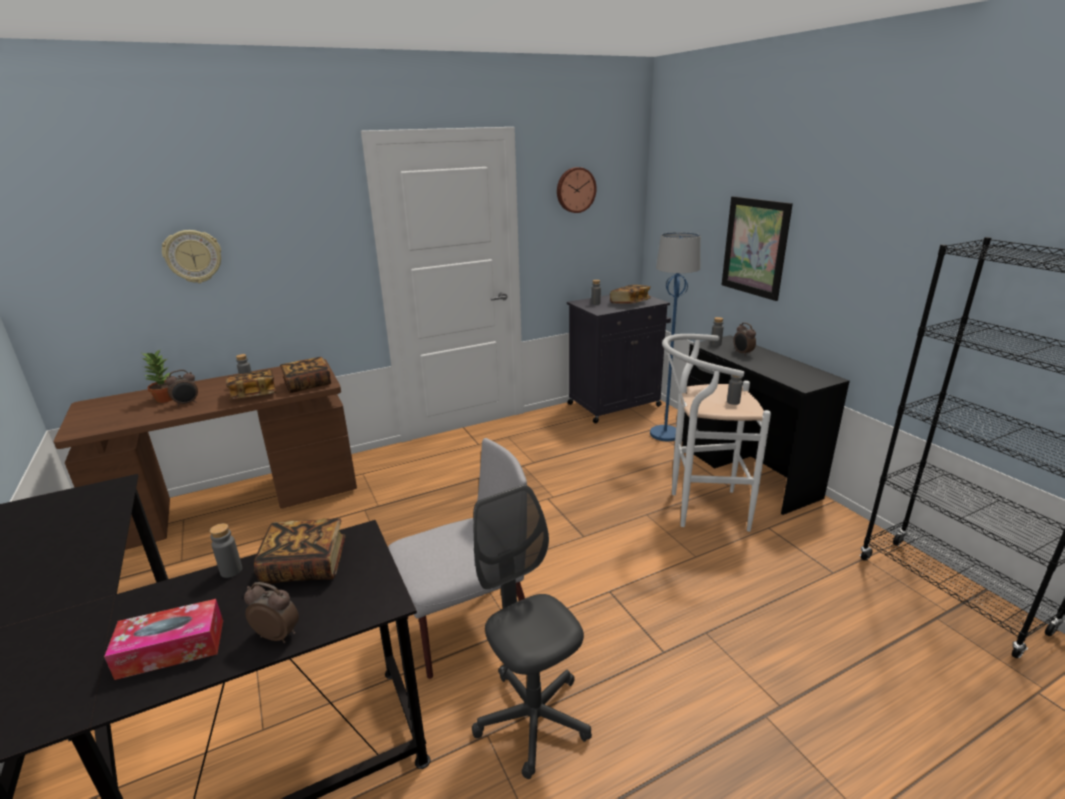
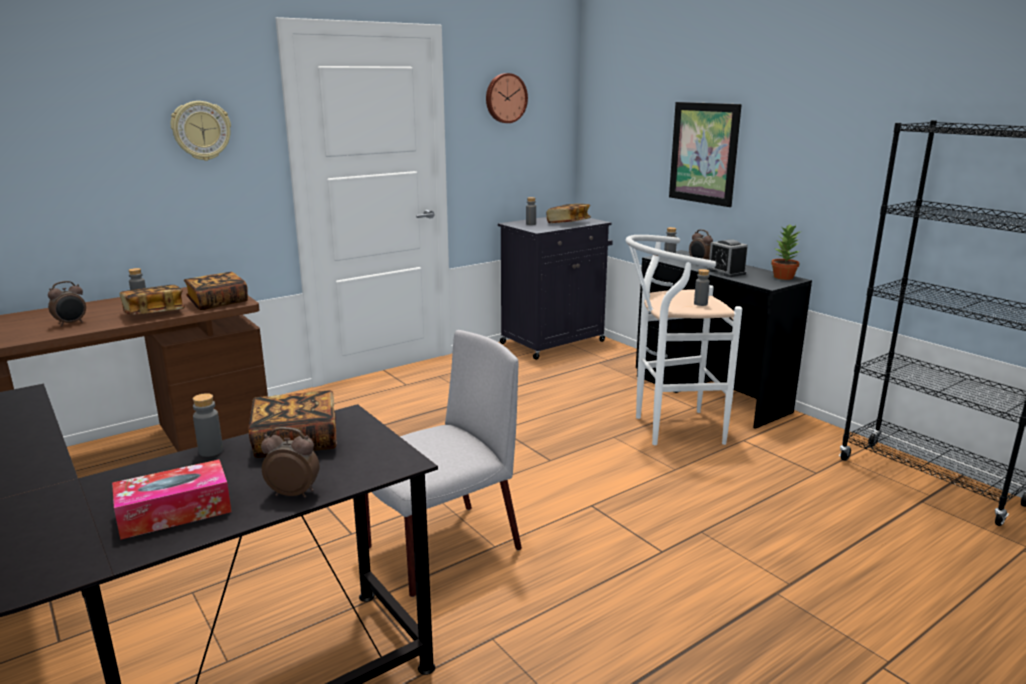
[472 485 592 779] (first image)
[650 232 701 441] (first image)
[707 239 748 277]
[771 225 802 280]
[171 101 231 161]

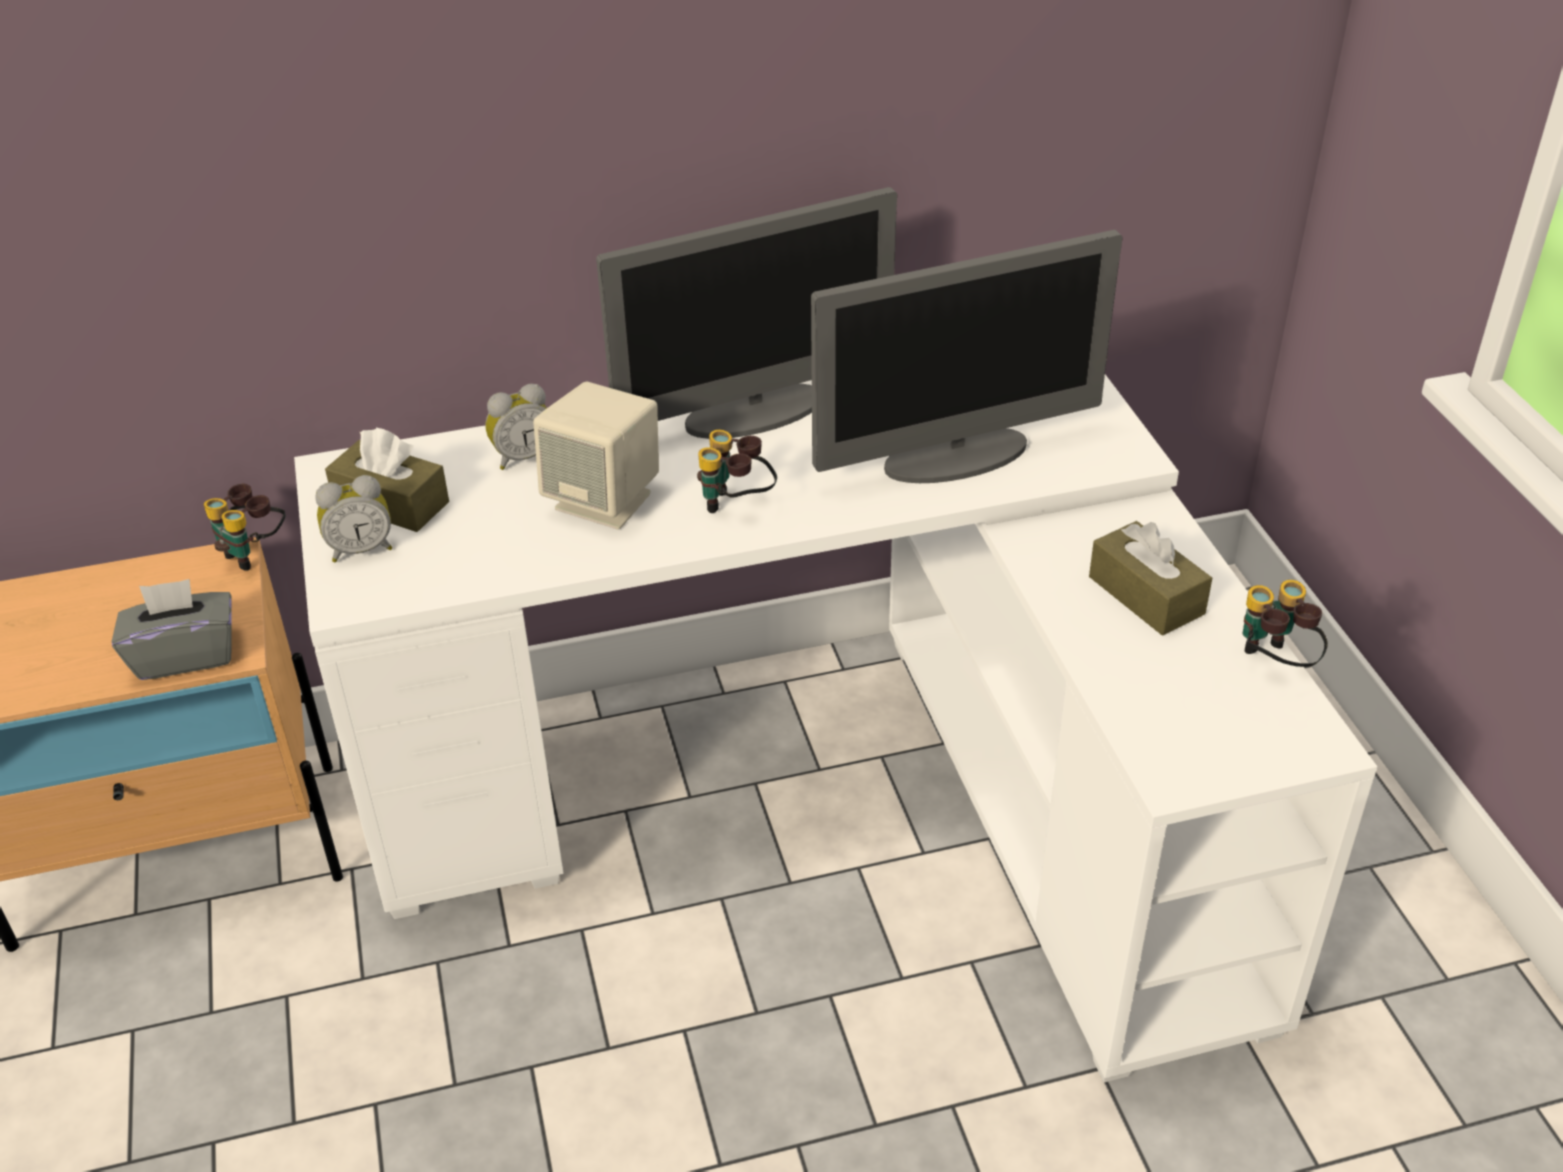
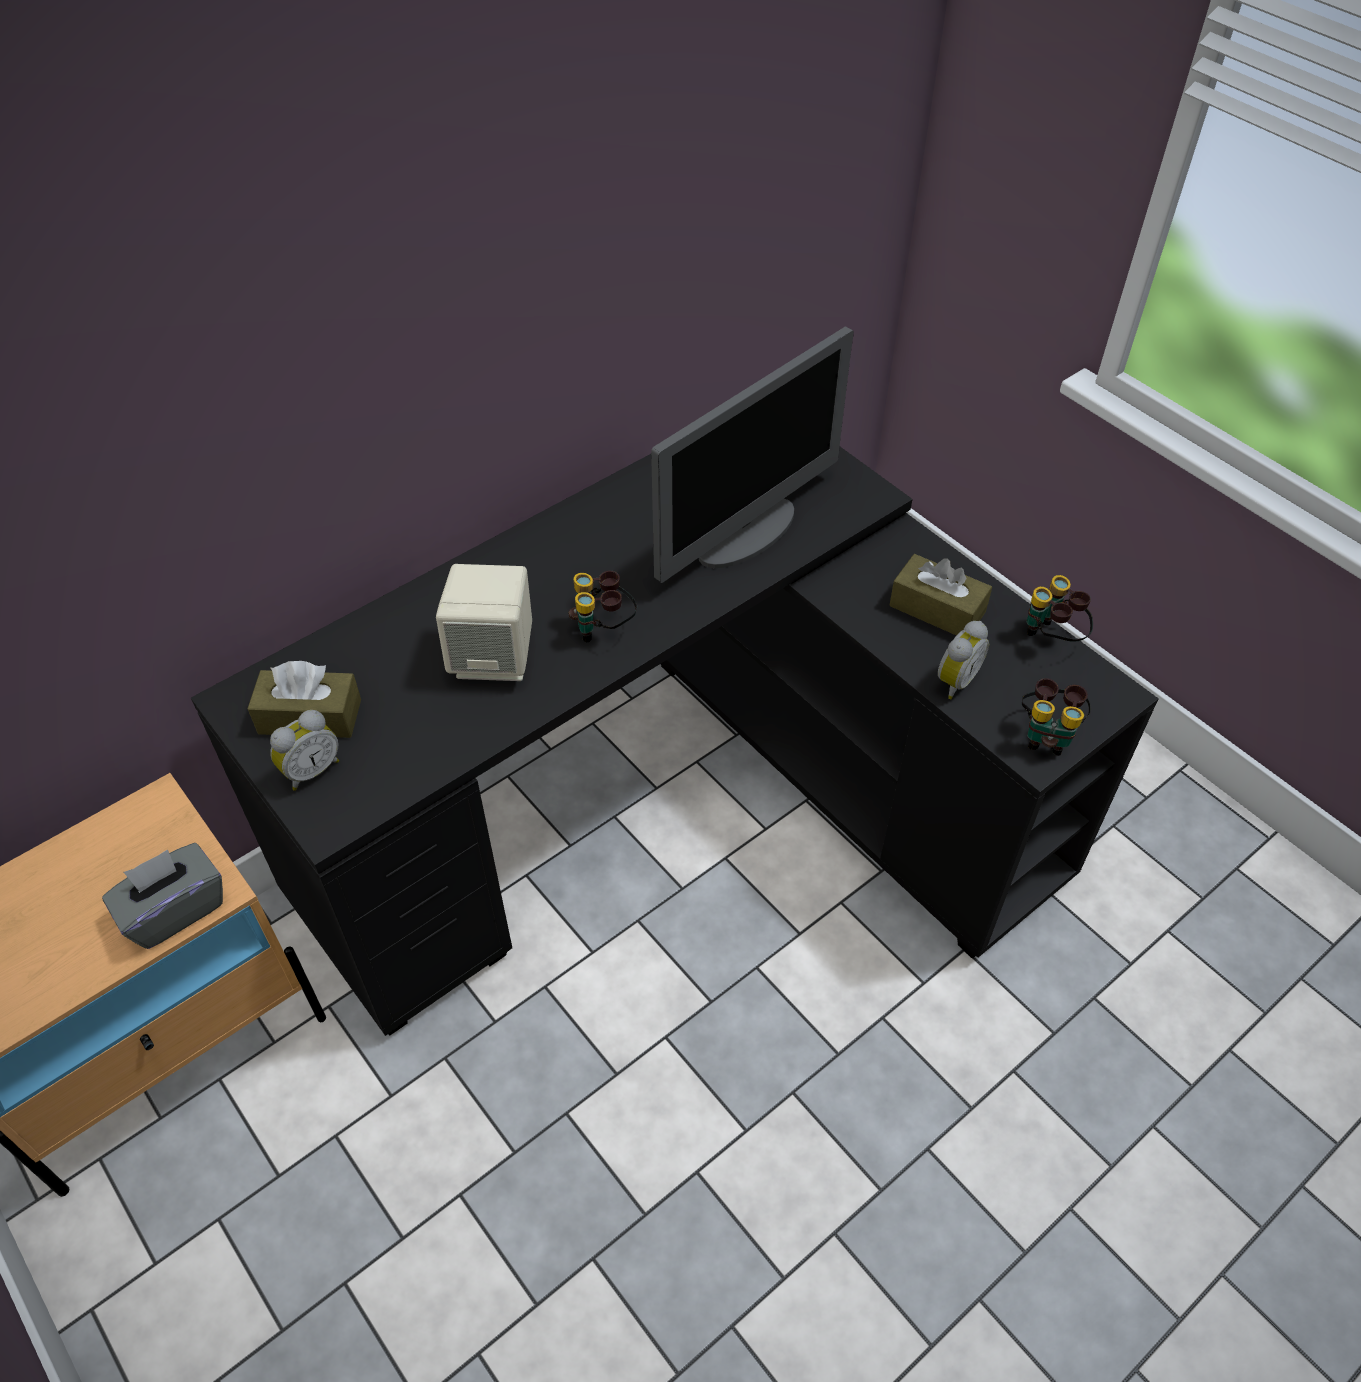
[596 187 897 439] (first image)
[1022 678 1091 756]
[938 621 989 699]
[191 447 1158 1036]

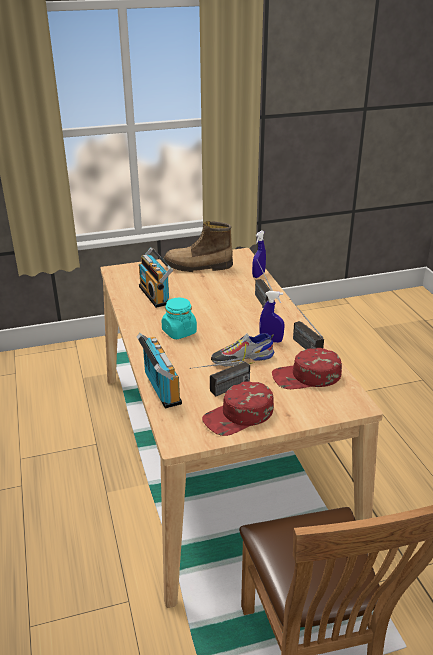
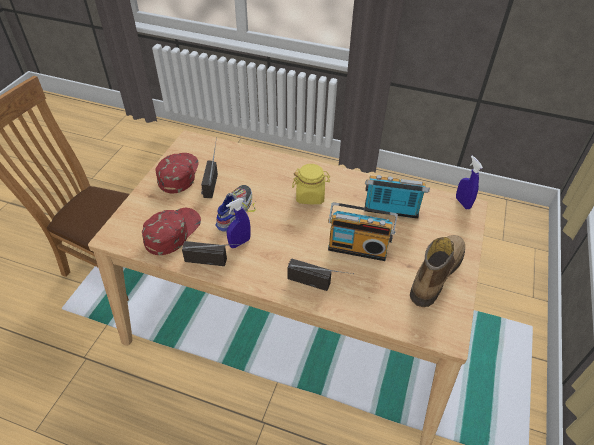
[328 202 398 261]
[456 155 483 209]
[292 164 330 204]

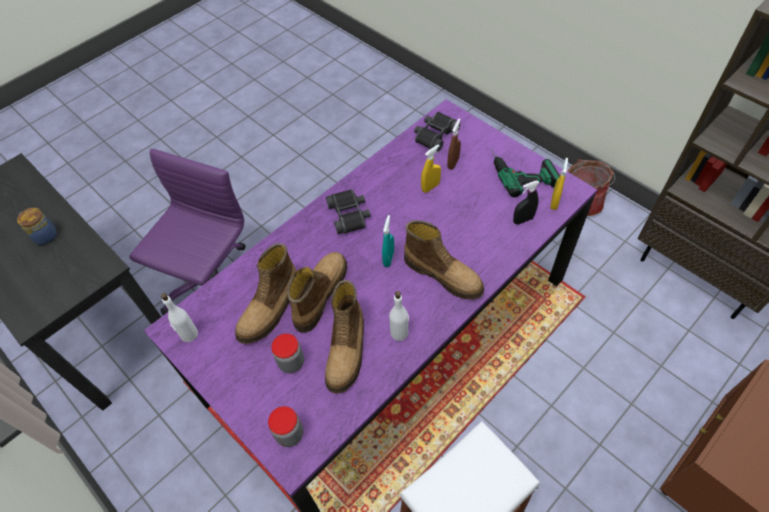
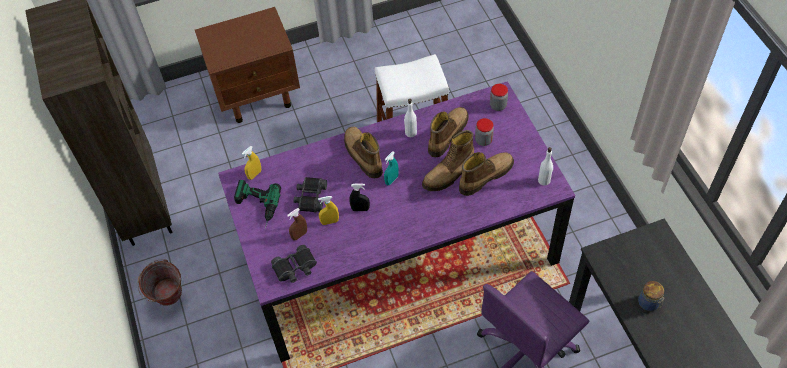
[294 177 327 213]
[349 184 370 211]

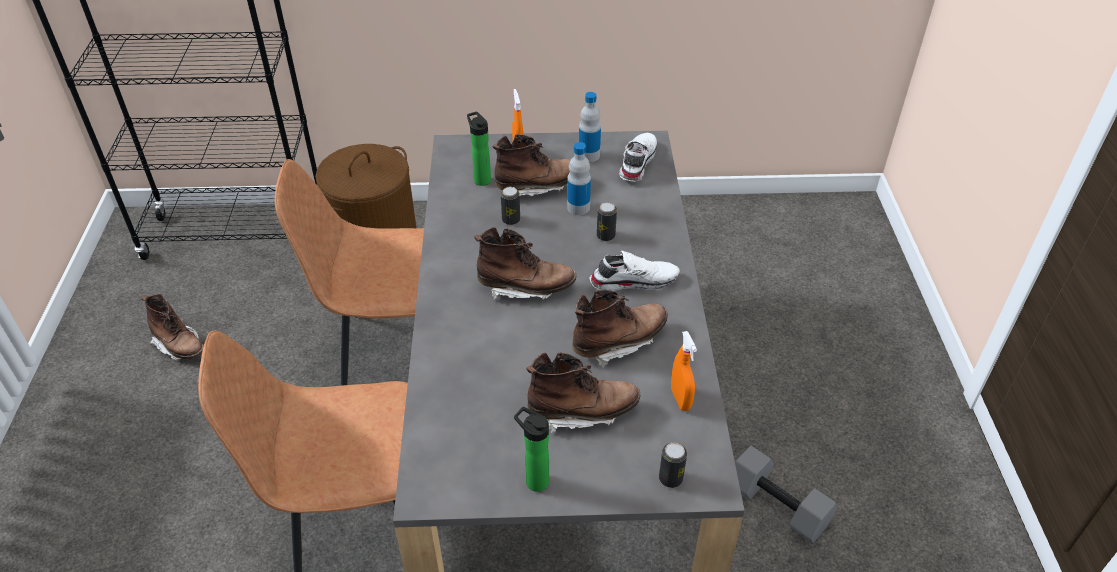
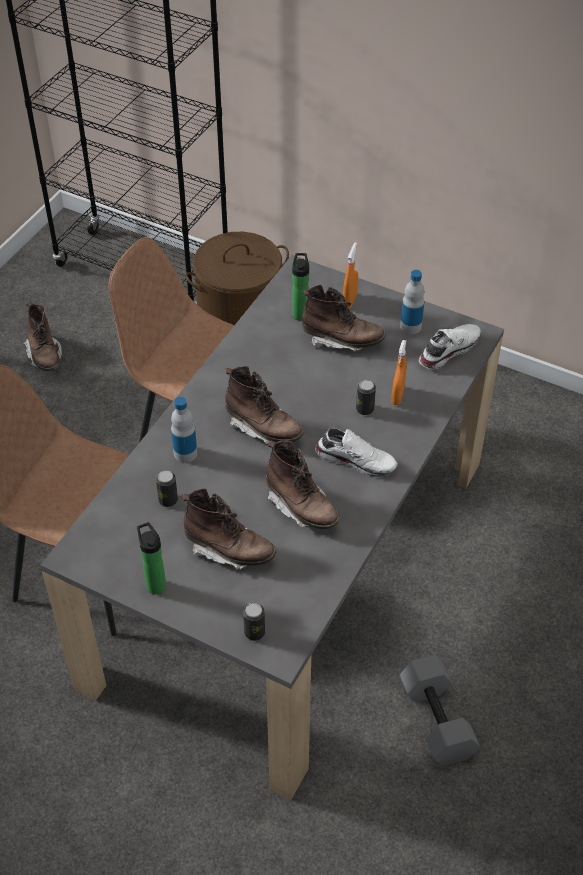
[156 470 178 507]
[171 397 197 463]
[391 340 407 405]
[266 440 340 529]

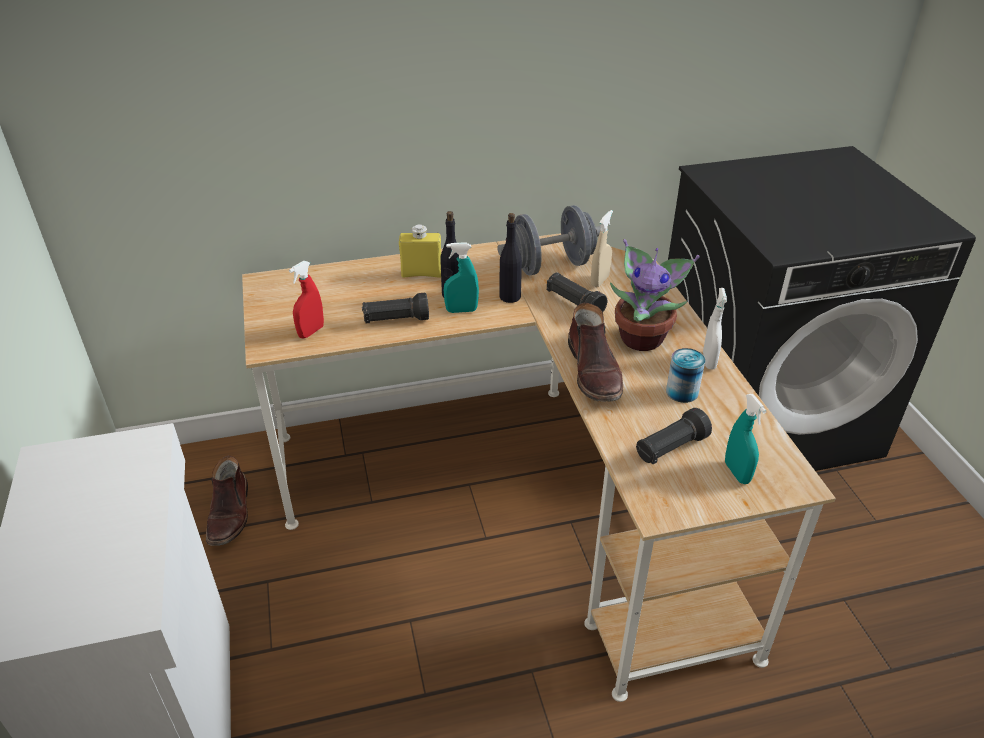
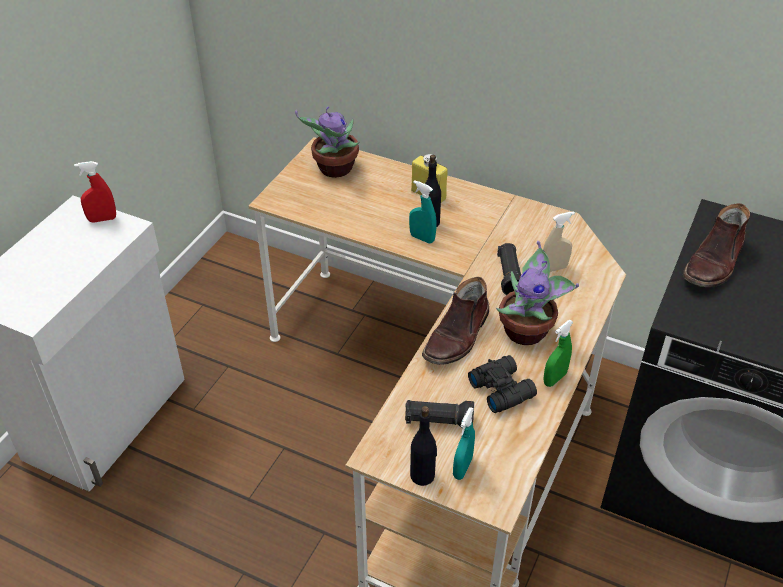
[362 293 429 324] (first image)
[497 205 601 275] (first image)
[295 107 360 178]
[683 203 750 287]
[74 161 116 223]
[410 406 437 486]
[468 355 537 413]
[543 320 573 387]

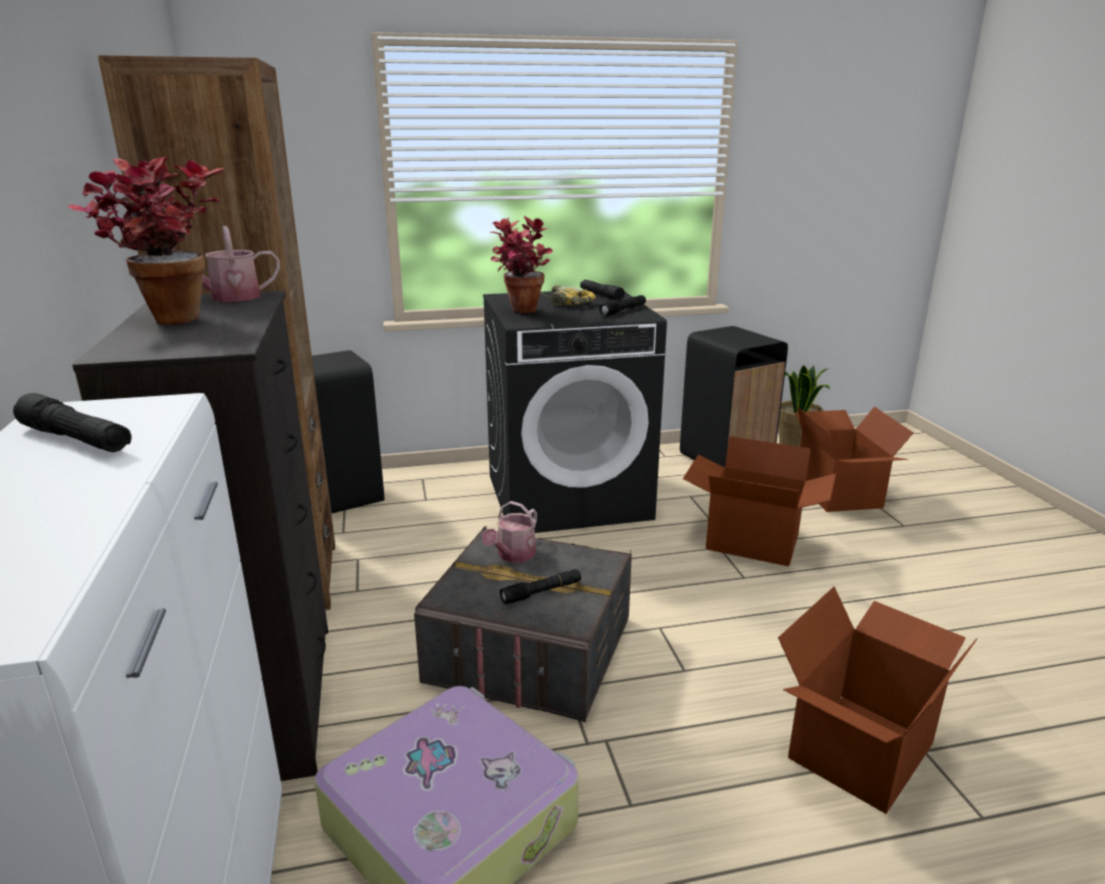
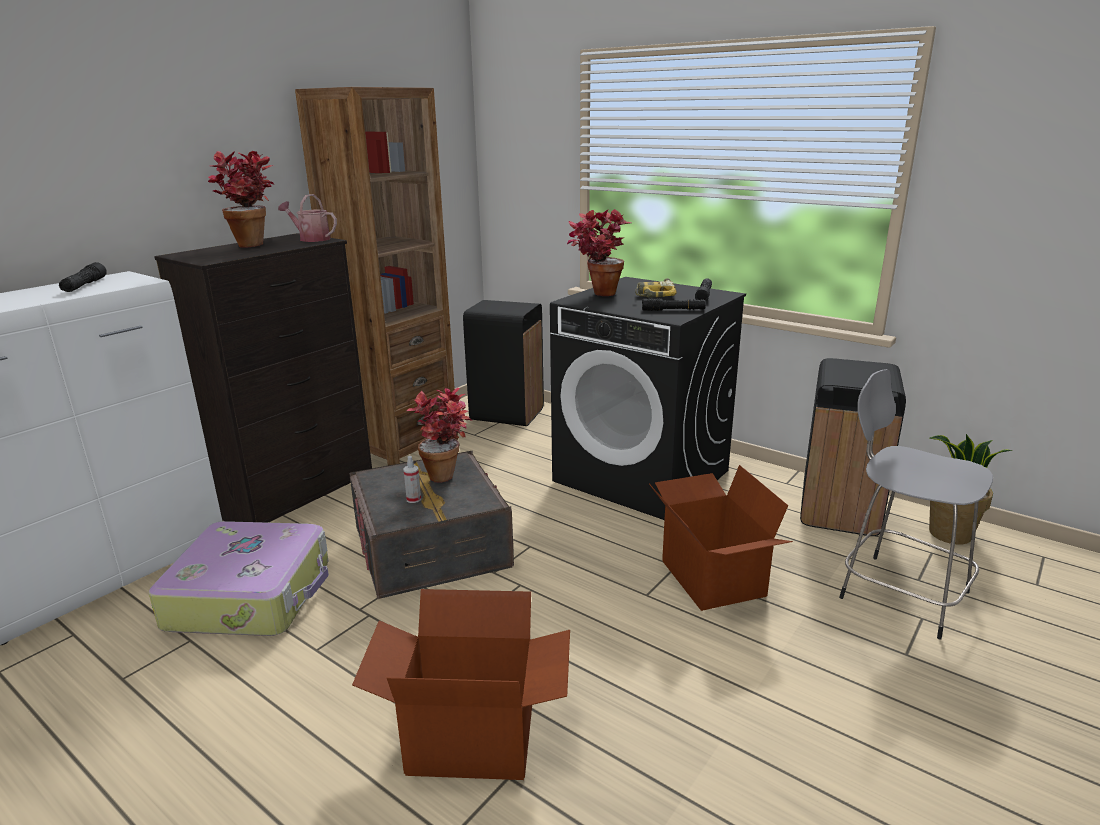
[407 388 472 482]
[403 456 421 503]
[839 369 993 640]

